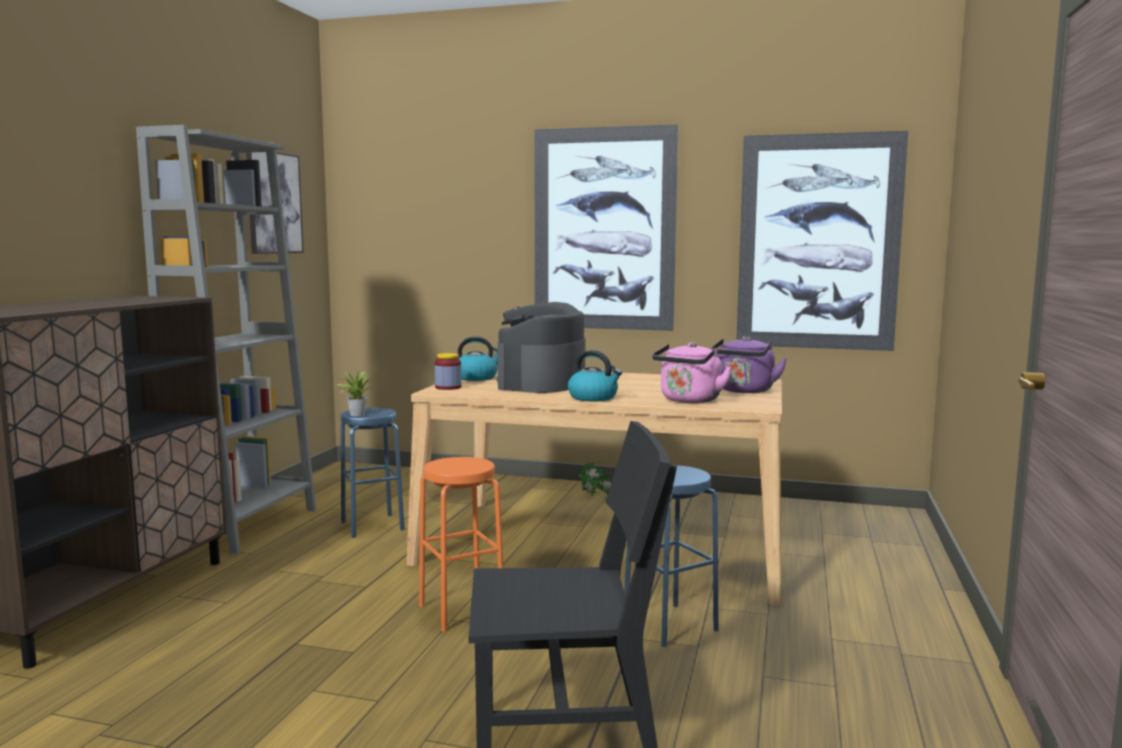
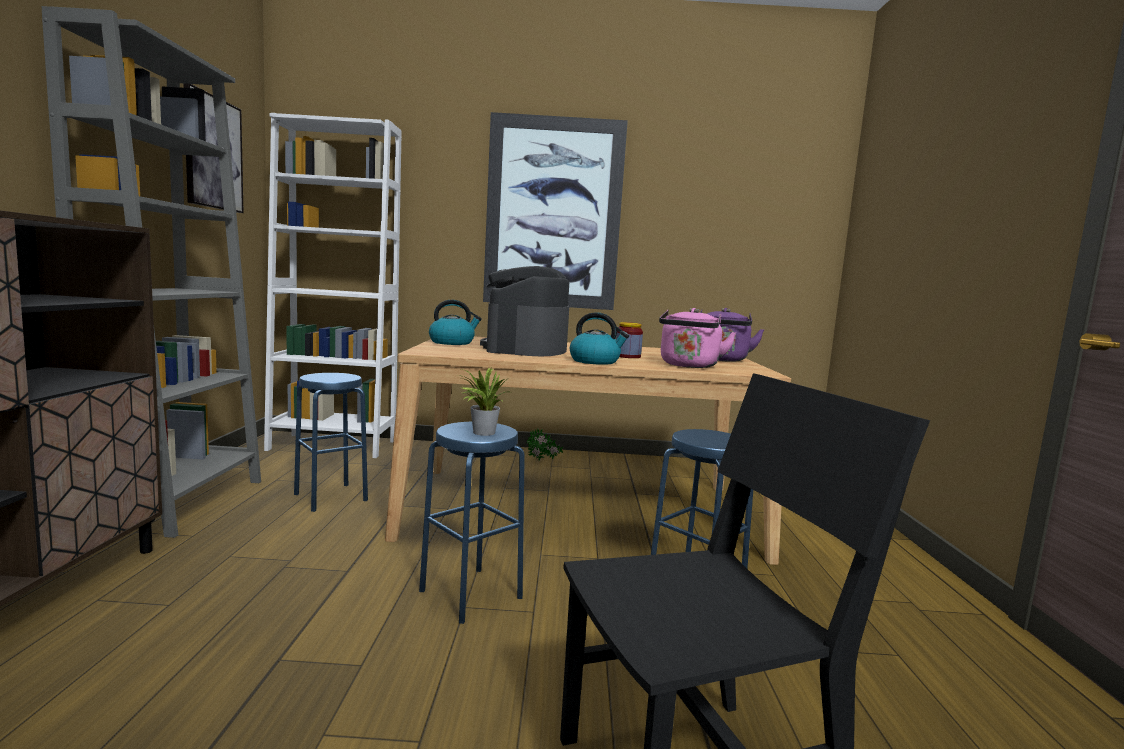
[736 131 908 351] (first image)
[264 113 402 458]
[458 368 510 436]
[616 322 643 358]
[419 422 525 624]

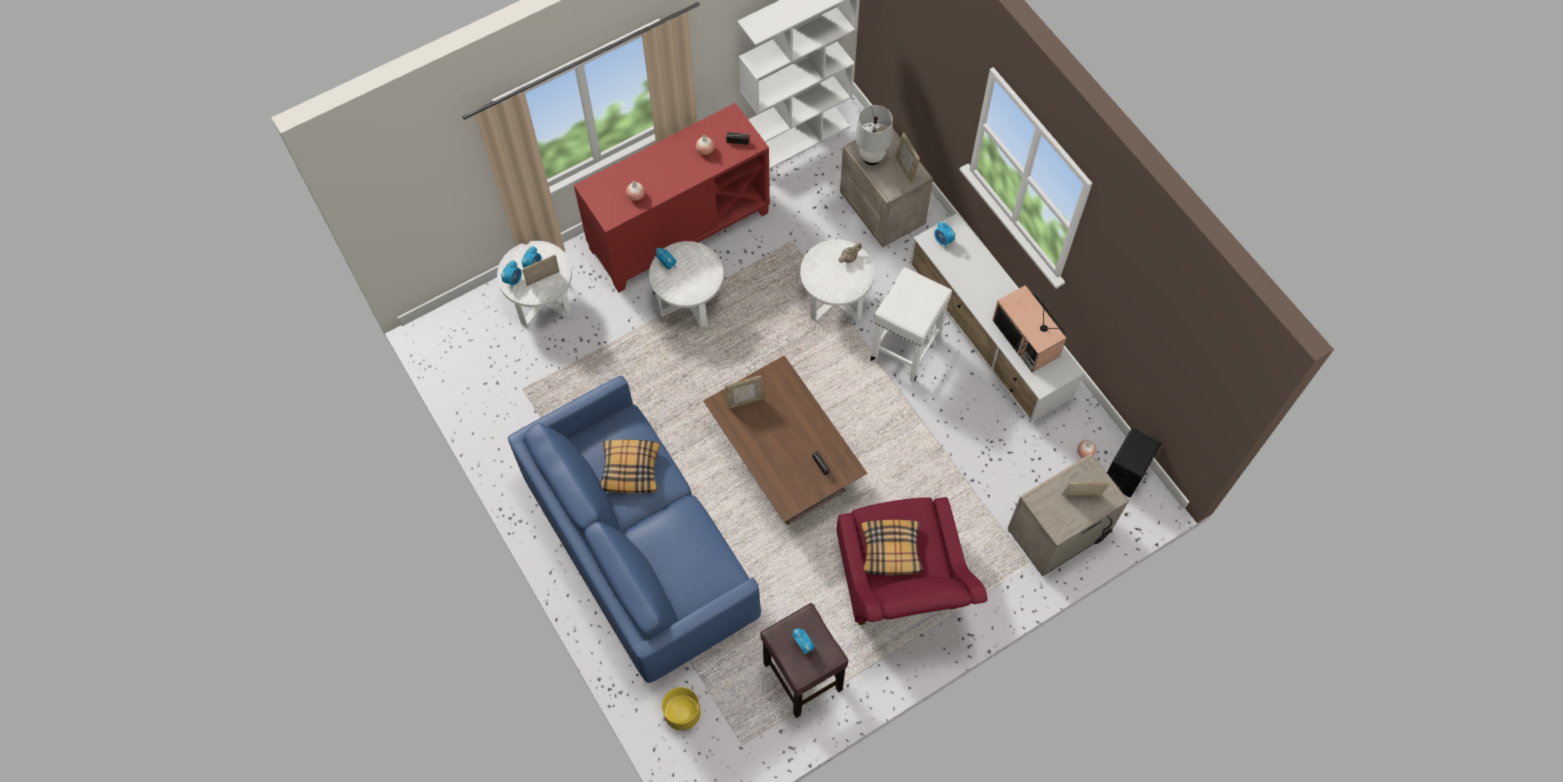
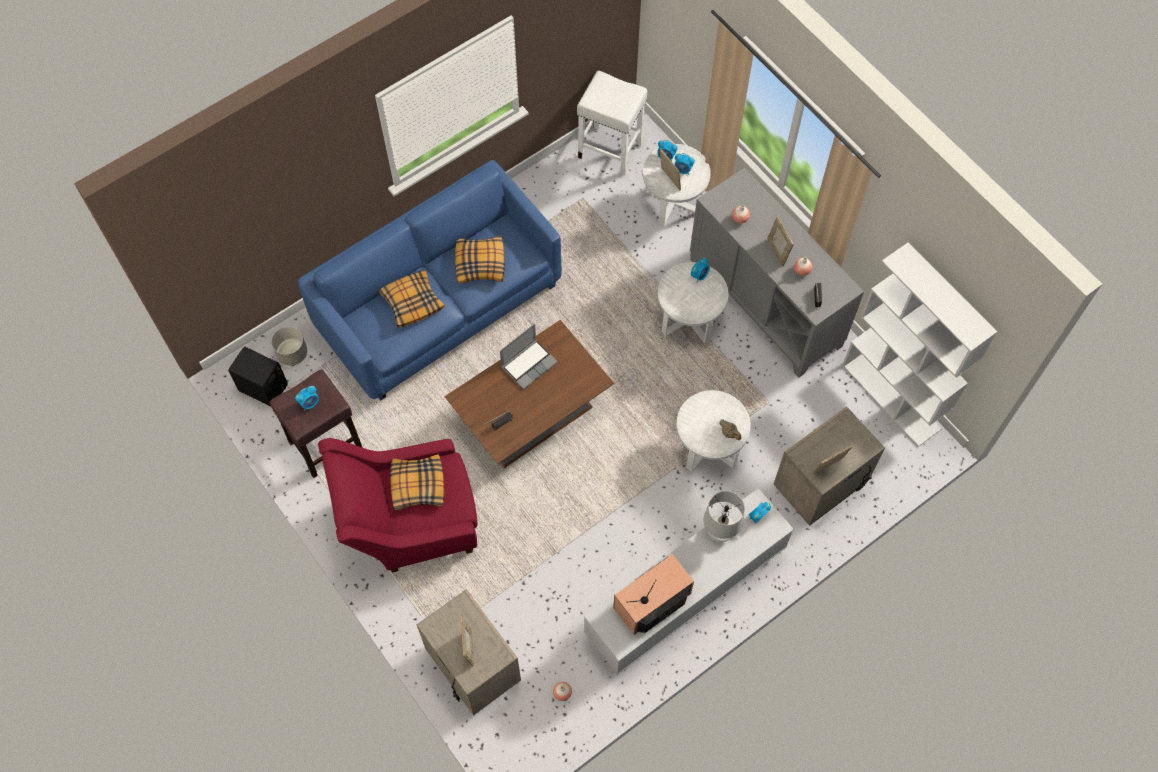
[379 270 445 328]
[500 324 558 389]
[767 216 794 266]
[704 491 745 542]
[577 71 647 176]
[228 346 288 407]
[690 168 864 378]
[271 326 307 366]

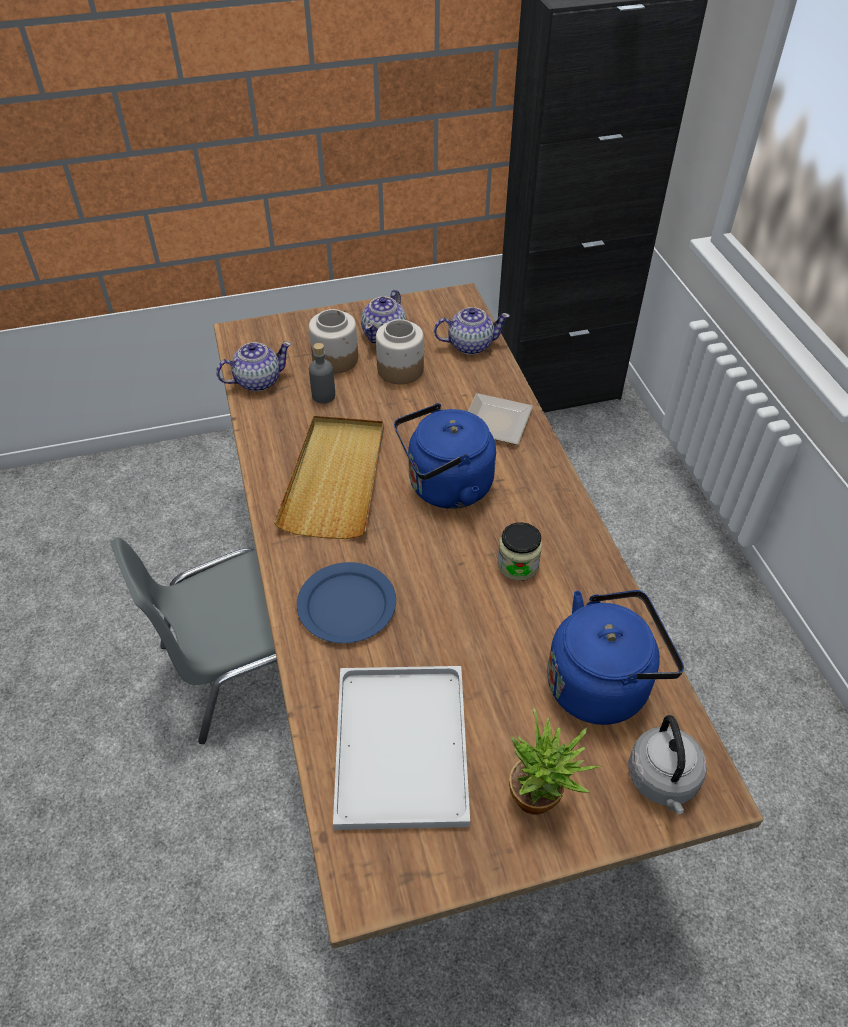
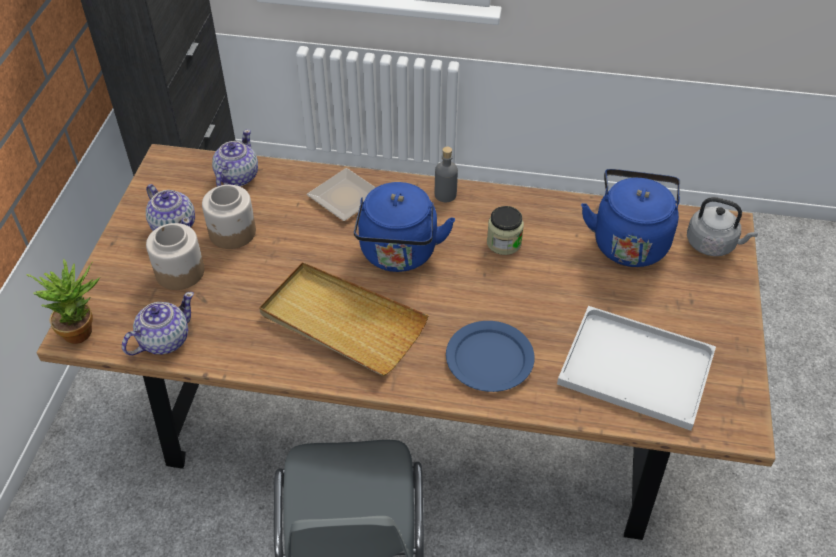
[435 147 458 202]
[27 258 100 344]
[122 292 194 355]

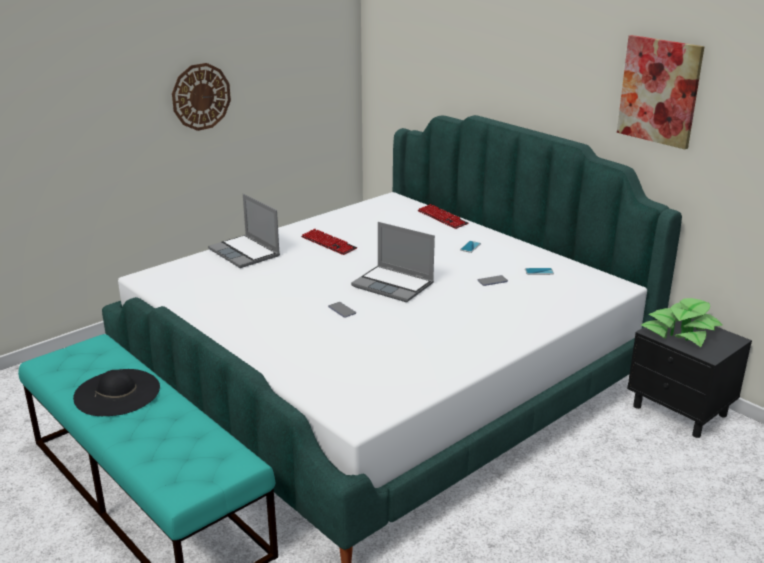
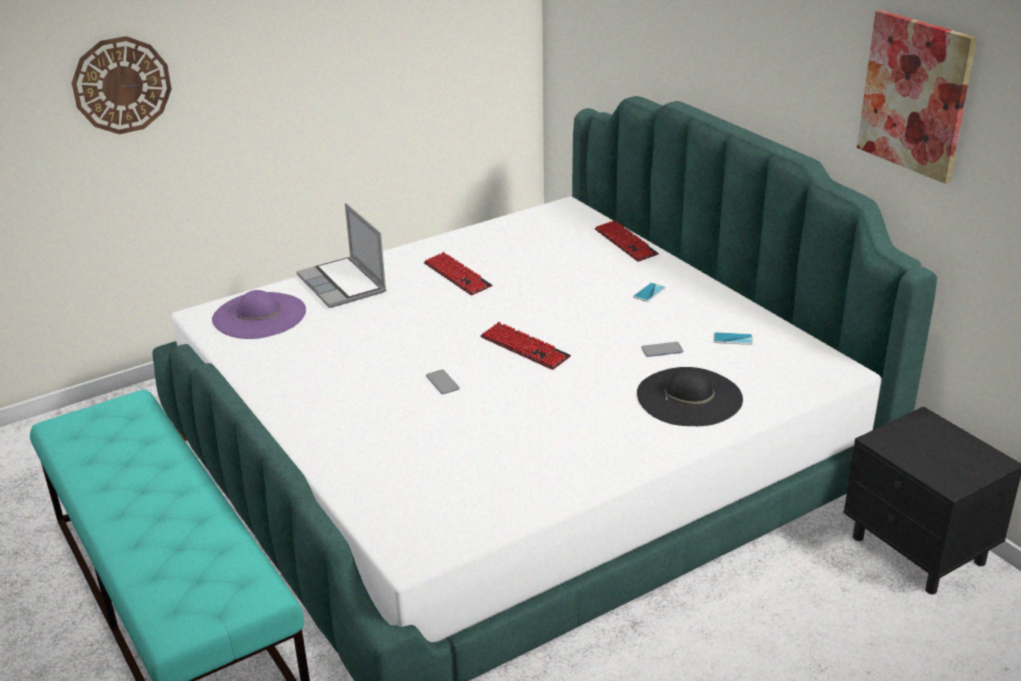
[641 298 723 347] (first image)
[212 290 306 339]
[637 367 743 426]
[72 36 172 134]
[480 322 571 370]

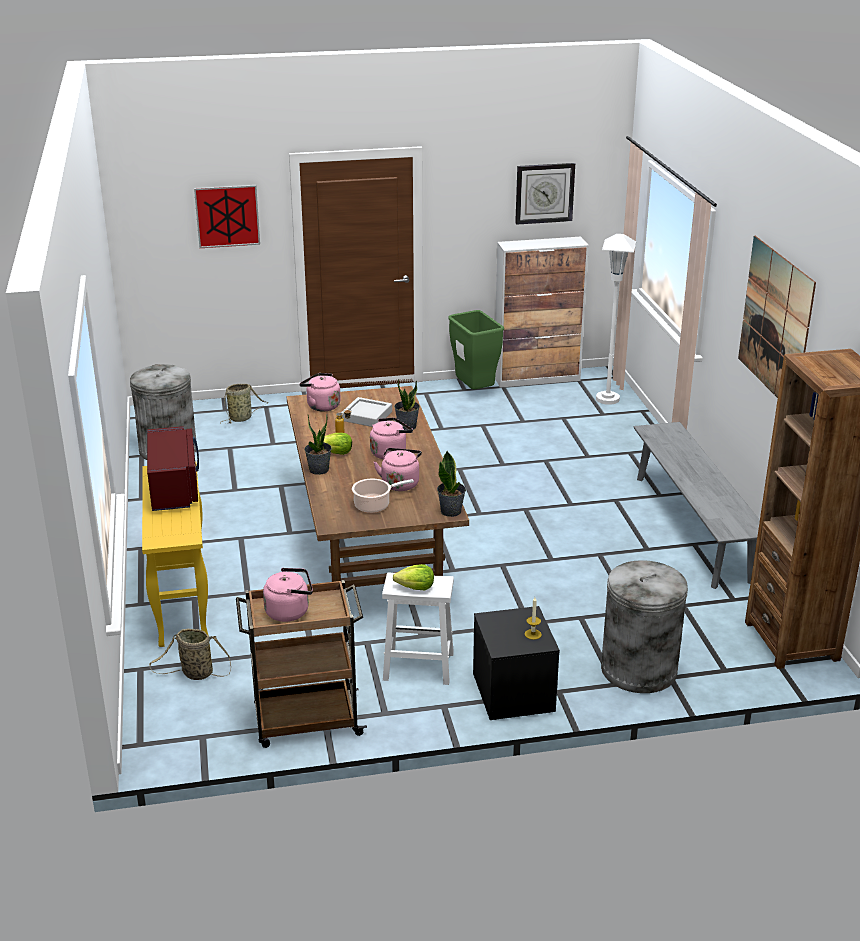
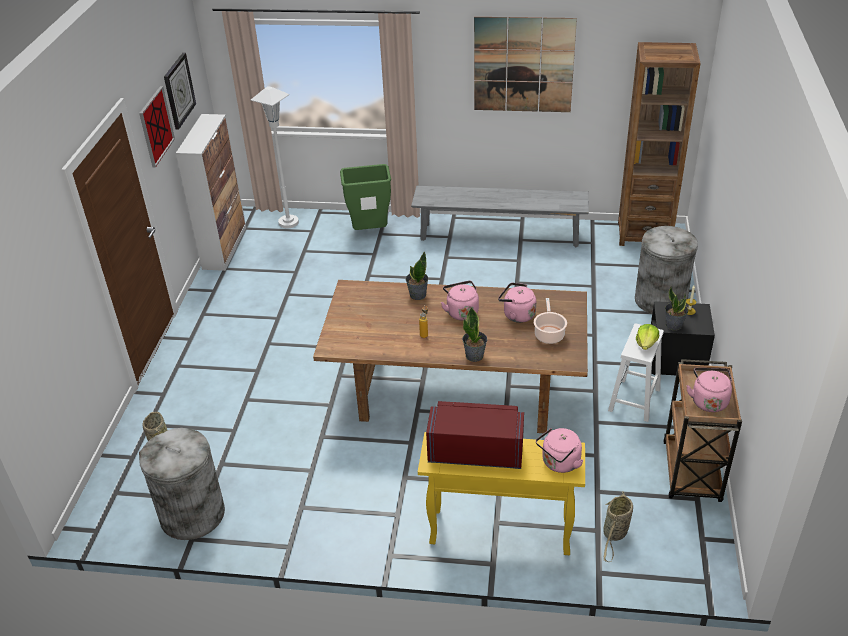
[323 433 352 455] (first image)
[341 397 392 427] (first image)
[139 86 175 167]
[536 428 584 473]
[665 286 688 331]
[340 164 391 230]

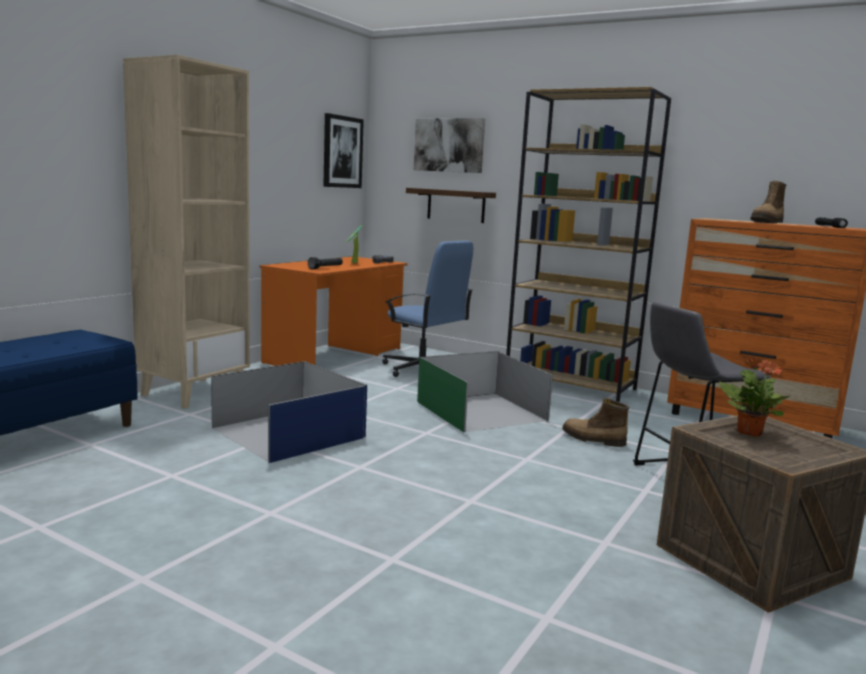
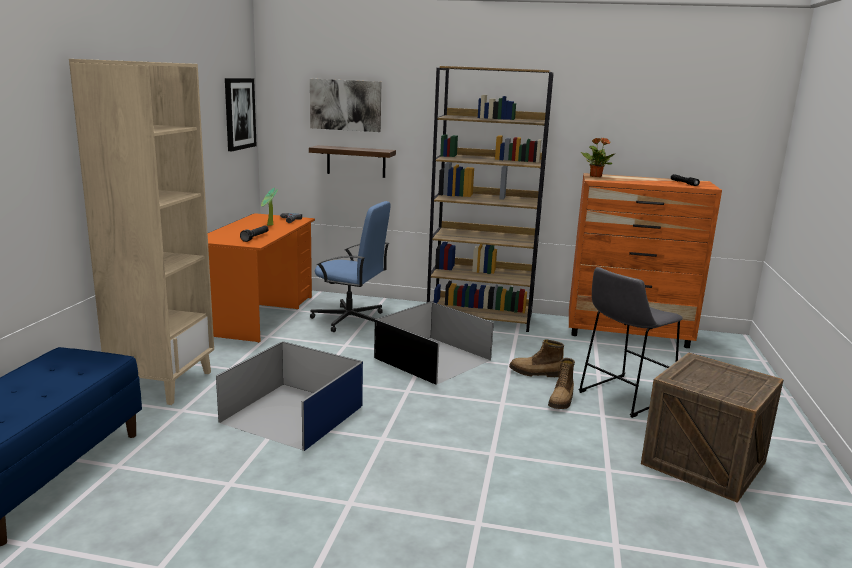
[581 138 615 177]
[548 358 575 409]
[374 301 494 385]

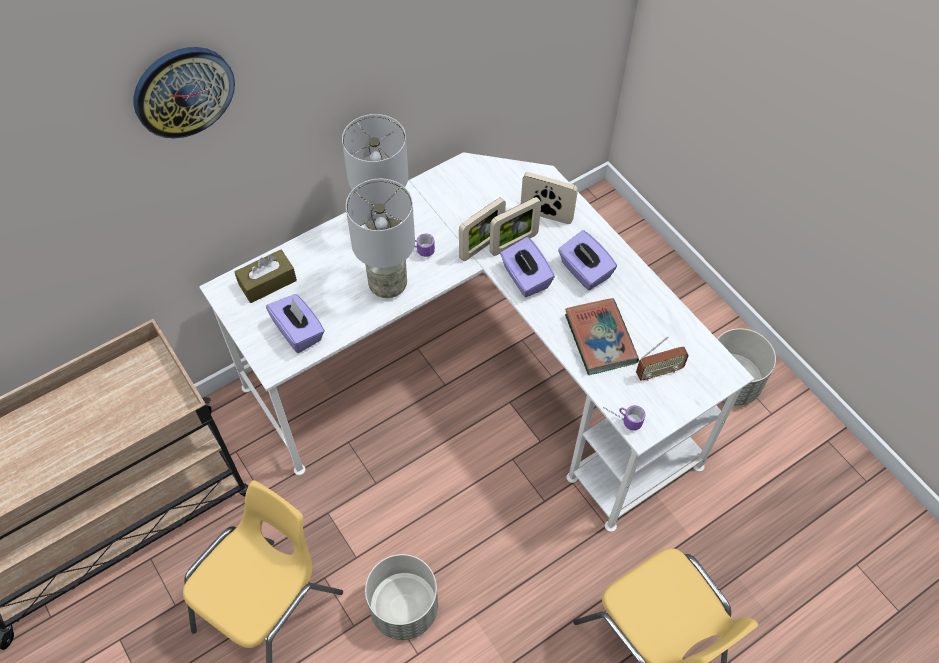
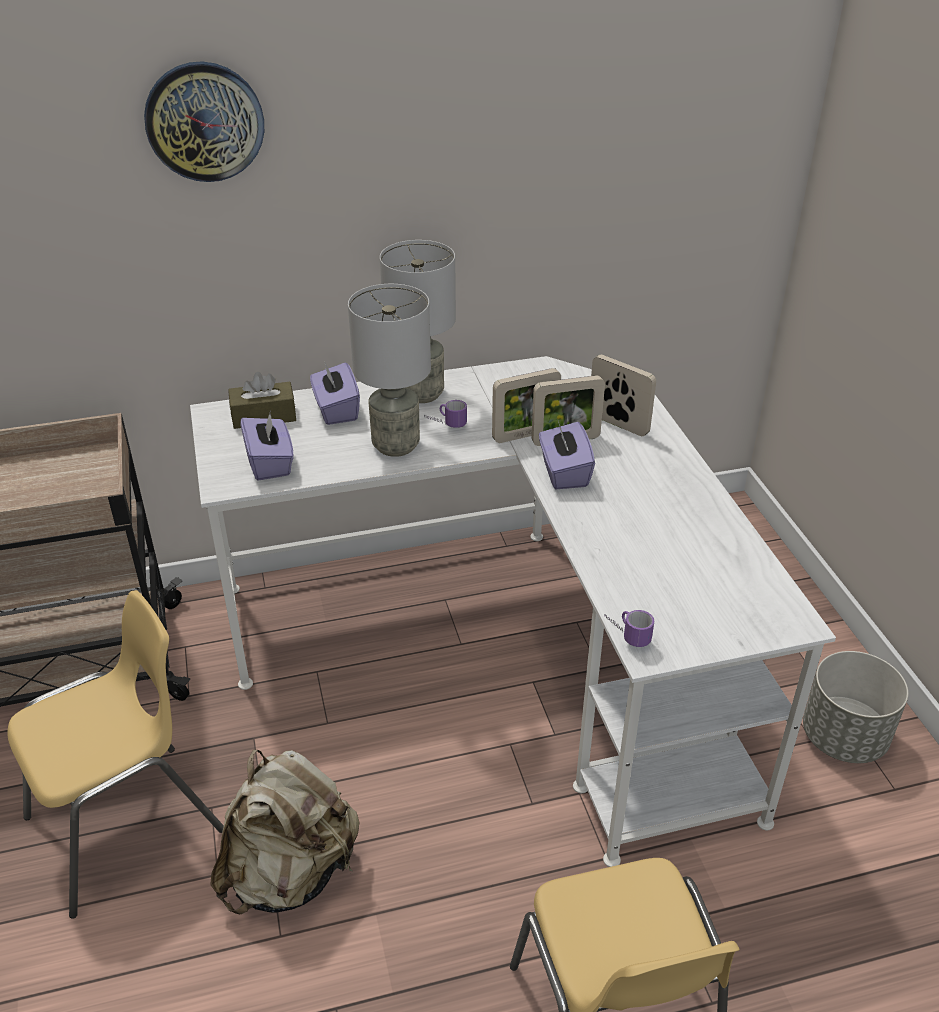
[565 298 639 375] (first image)
[636 336 689 381] (first image)
[310 361 360 425]
[210 749 359 915]

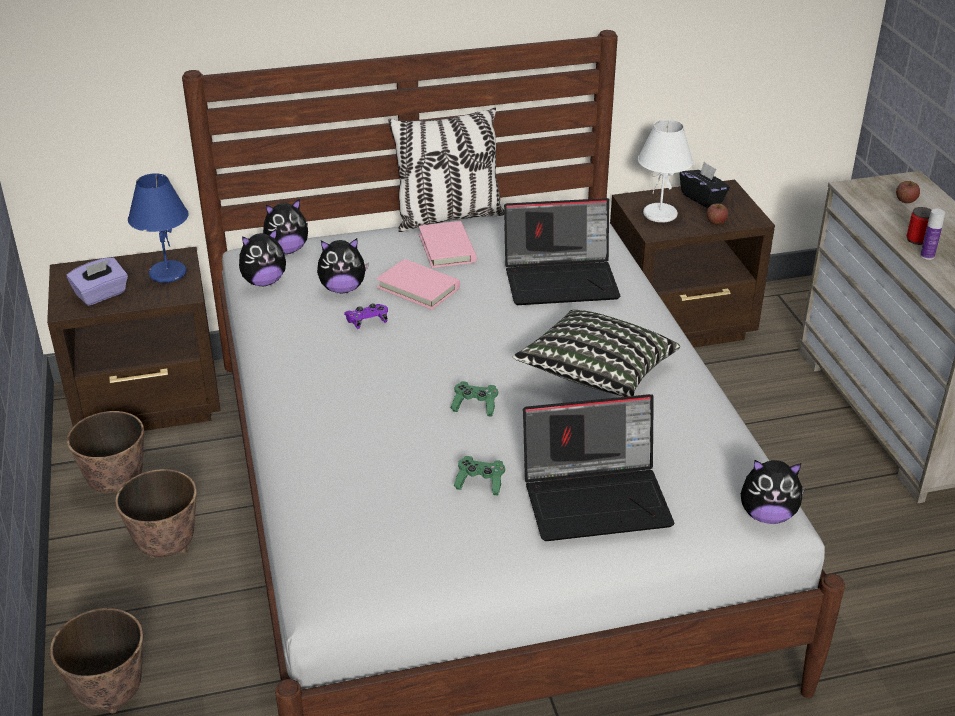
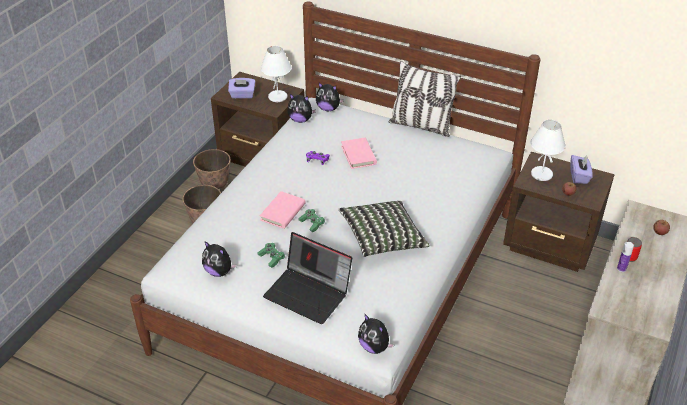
[50 608 143 714] (first image)
[504 198 620 305] (first image)
[202 241 237 277]
[260 191 305 229]
[261 46 292 102]
[570 155 593 184]

